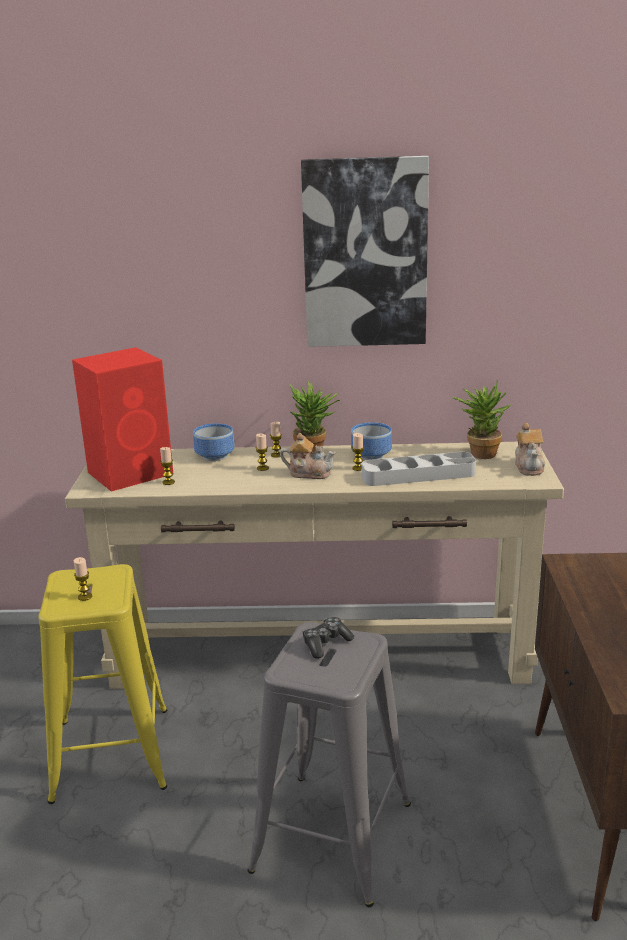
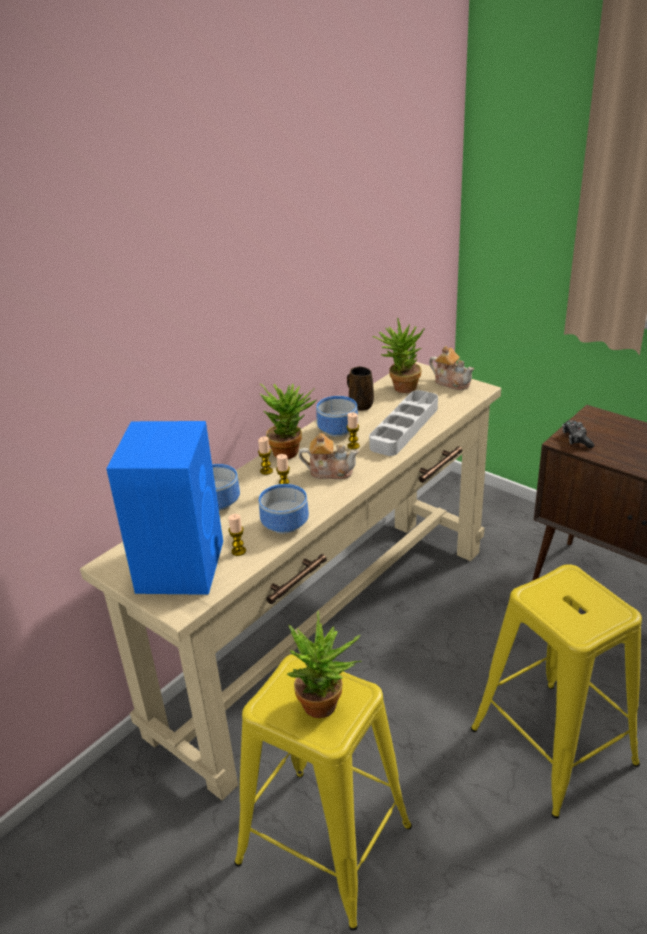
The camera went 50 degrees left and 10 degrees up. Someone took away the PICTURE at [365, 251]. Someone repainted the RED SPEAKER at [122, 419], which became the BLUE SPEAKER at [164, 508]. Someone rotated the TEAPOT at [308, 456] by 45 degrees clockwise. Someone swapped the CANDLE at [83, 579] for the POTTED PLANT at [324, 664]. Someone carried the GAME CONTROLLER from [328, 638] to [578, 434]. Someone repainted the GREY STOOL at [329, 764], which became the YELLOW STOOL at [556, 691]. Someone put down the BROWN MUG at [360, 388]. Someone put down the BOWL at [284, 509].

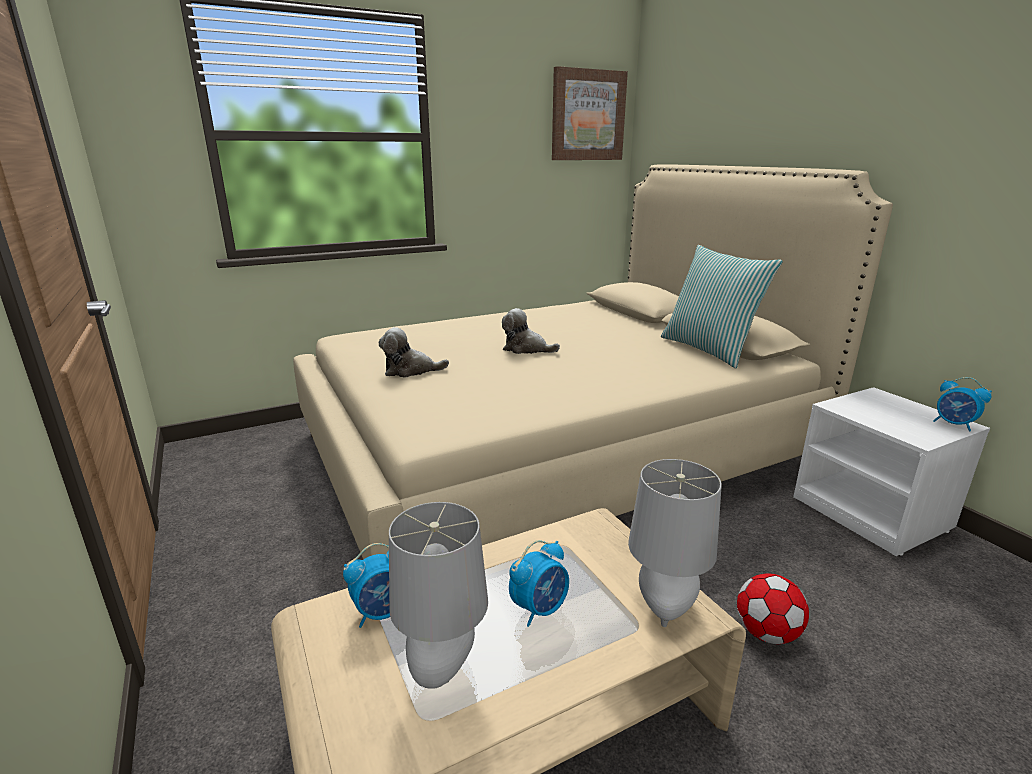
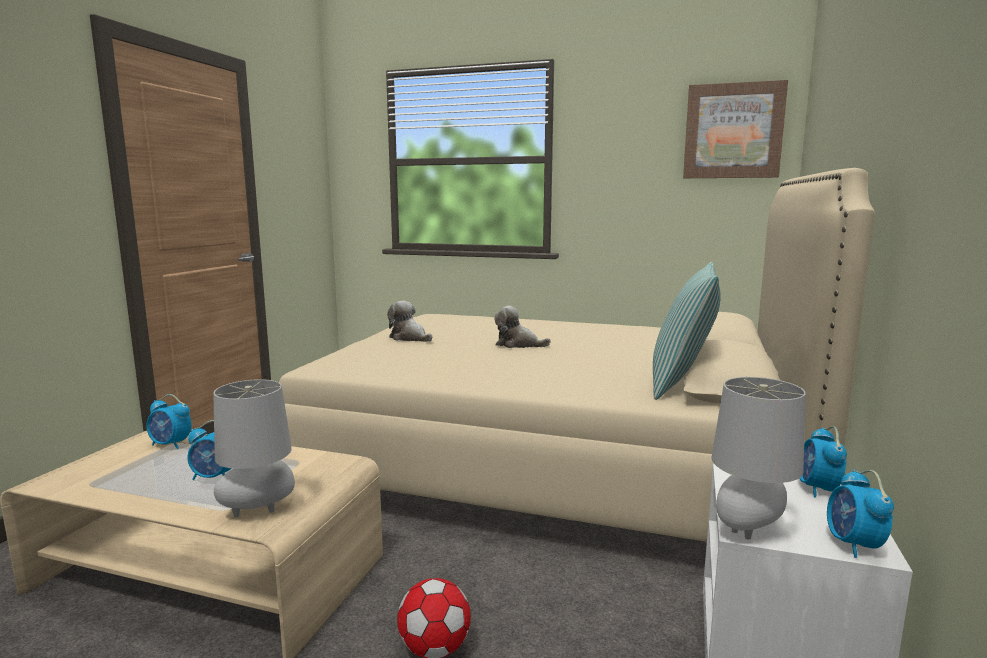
The camera went 45 degrees right and 10 degrees down. Someone rotated the PLUSH TOY at [531, 331] by 45 degrees counterclockwise. Someone carried the GREY TABLE LAMP from [438, 595] to [758, 458]. Someone put down the ALARM CLOCK at [823, 461].

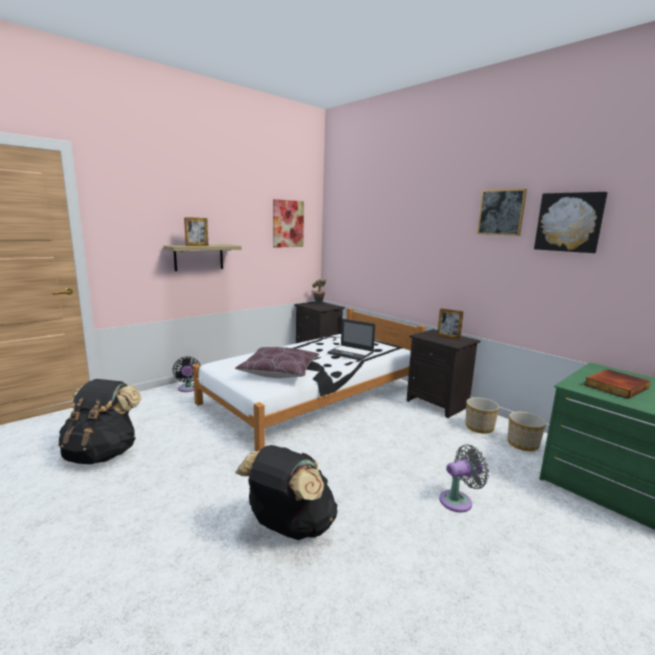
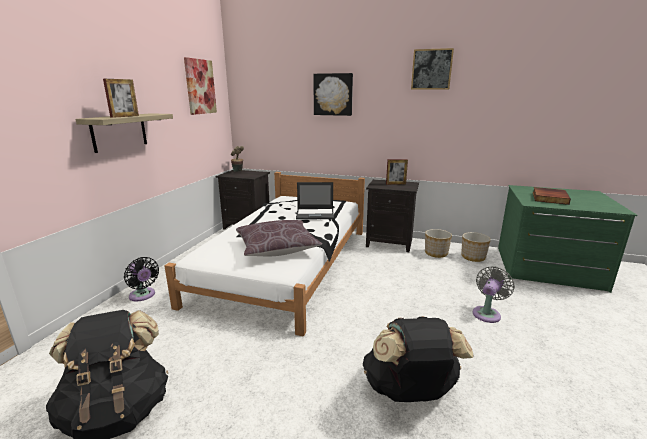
The camera went 30 degrees left and 5 degrees up. Someone carried the PICTURE from [571, 222] to [333, 94].

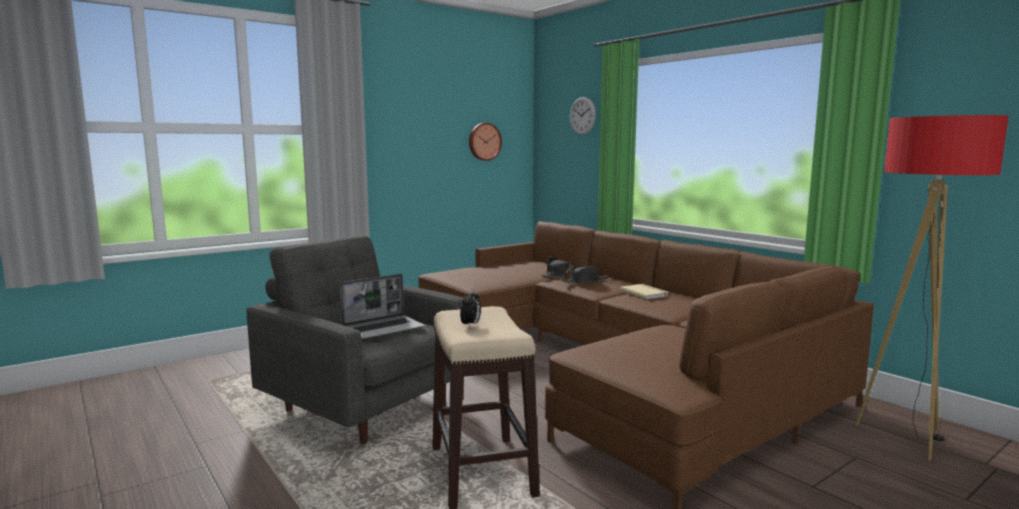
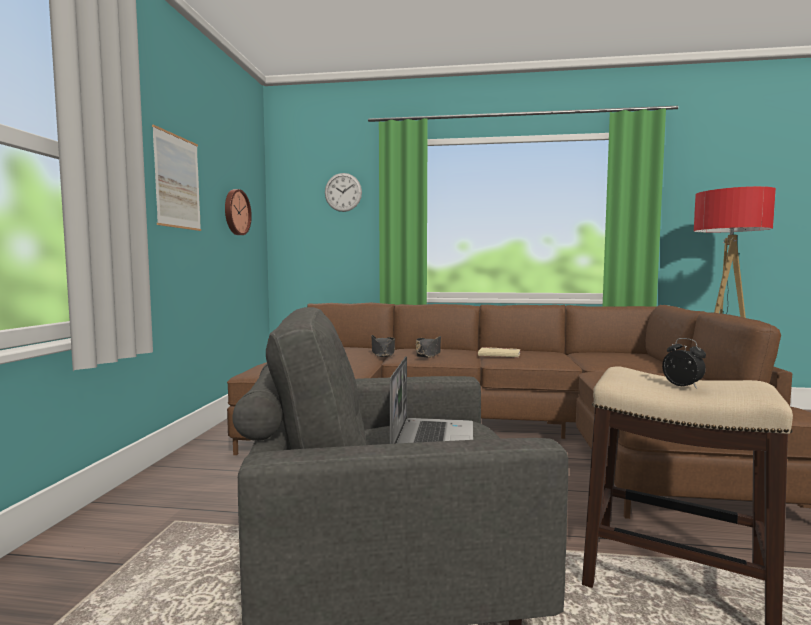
The camera went 45 degrees left and 5 degrees down. Someone put up the PICTURE at [176, 178].

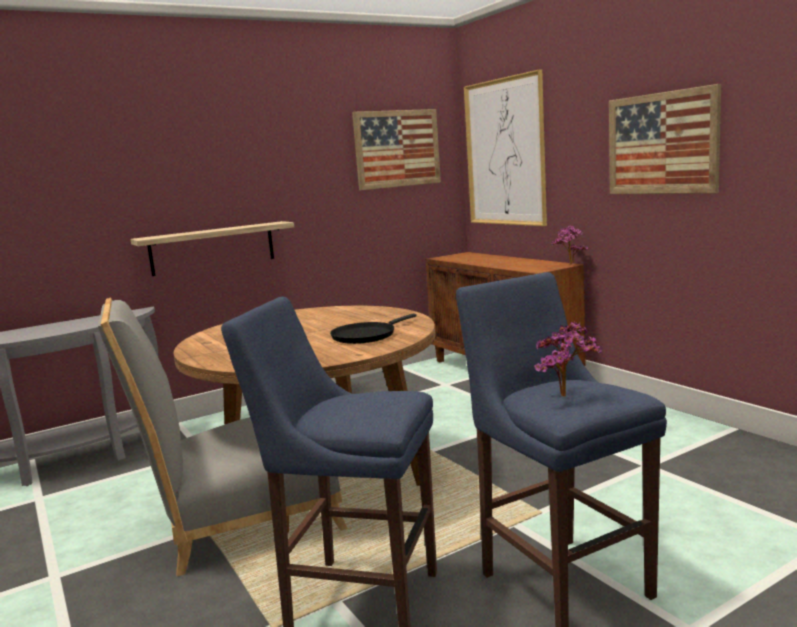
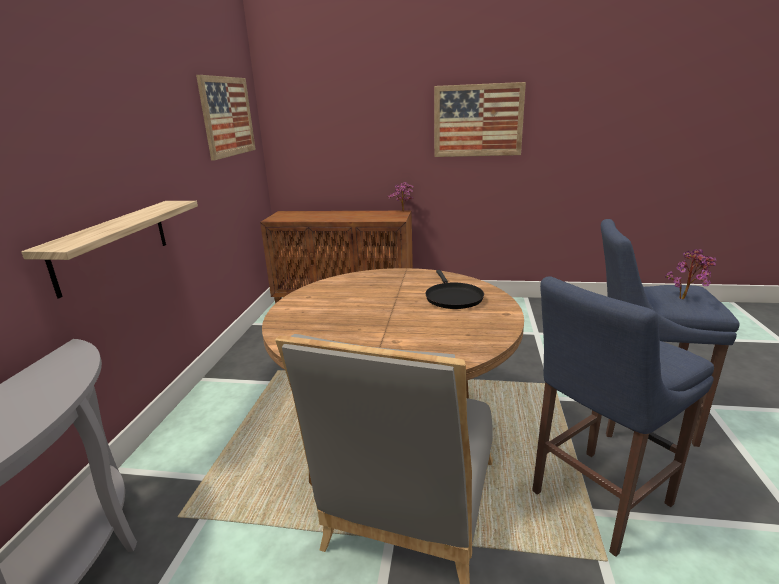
The camera went 50 degrees left and 10 degrees up. Someone took away the PICTURE at [505, 147].

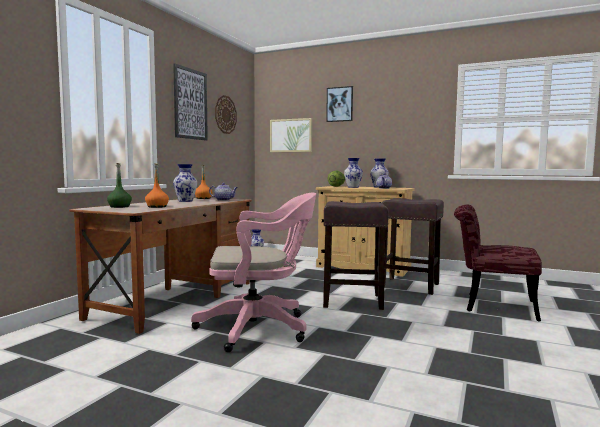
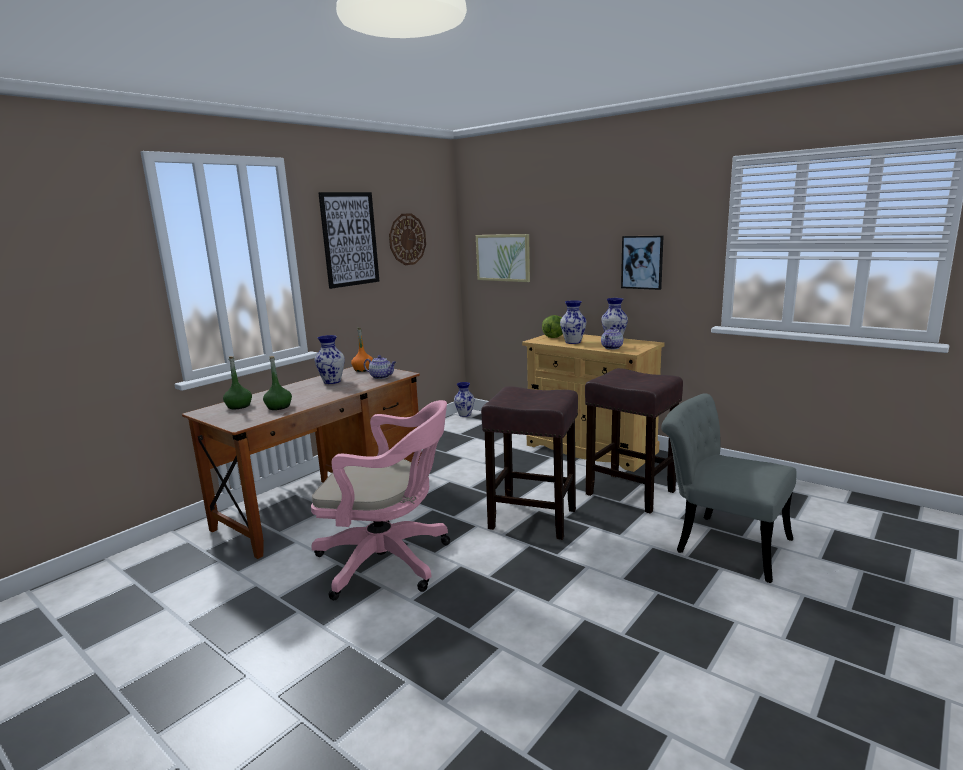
The camera went 15 degrees right and 10 degrees up. Someone carried the PICTURE from [339, 104] to [642, 263]. Someone repainted the ORANGE BOTTLE at [157, 185], which became the GREEN BOTTLE at [277, 383]. Someone repainted the RED CHAIR at [498, 262], which became the GREY CHAIR at [729, 488].

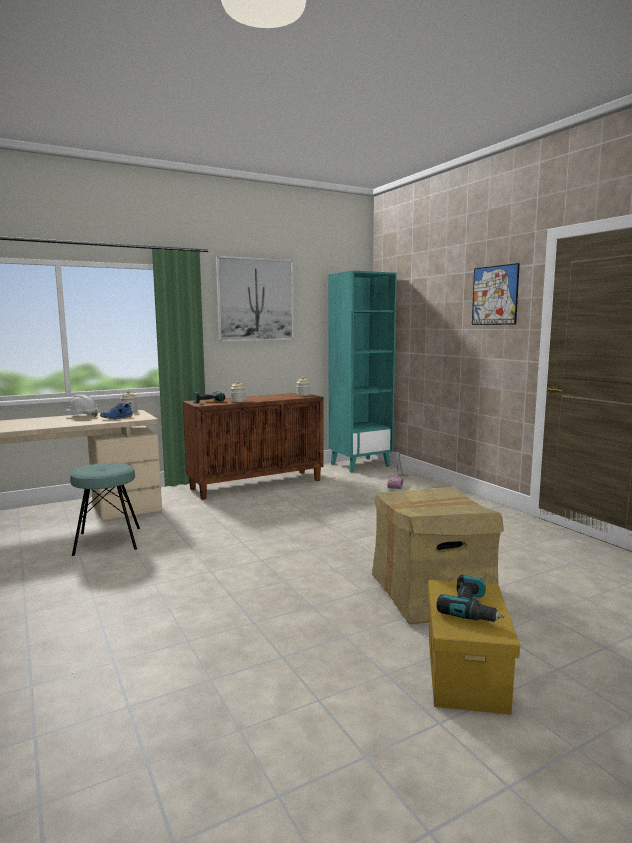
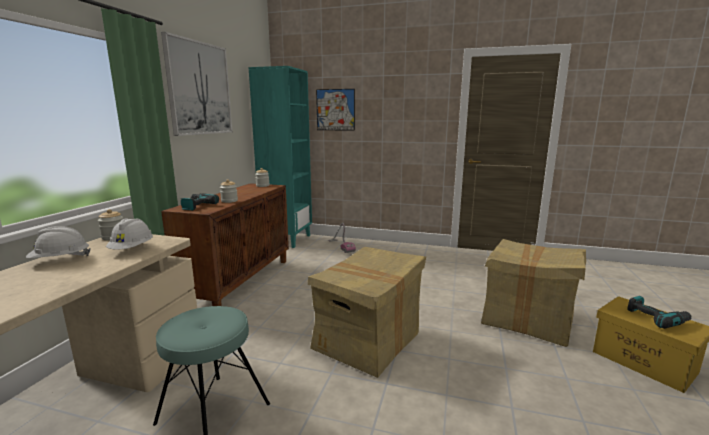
The camera went 45 degrees left and 5 degrees up. Someone carried the PICTURE from [496, 294] to [335, 110]. Someone swapped the BLUE SHOE at [116, 410] for the WHITE HARD HAT at [129, 234]. Someone put down the CARDBOARD BOX at [367, 312].

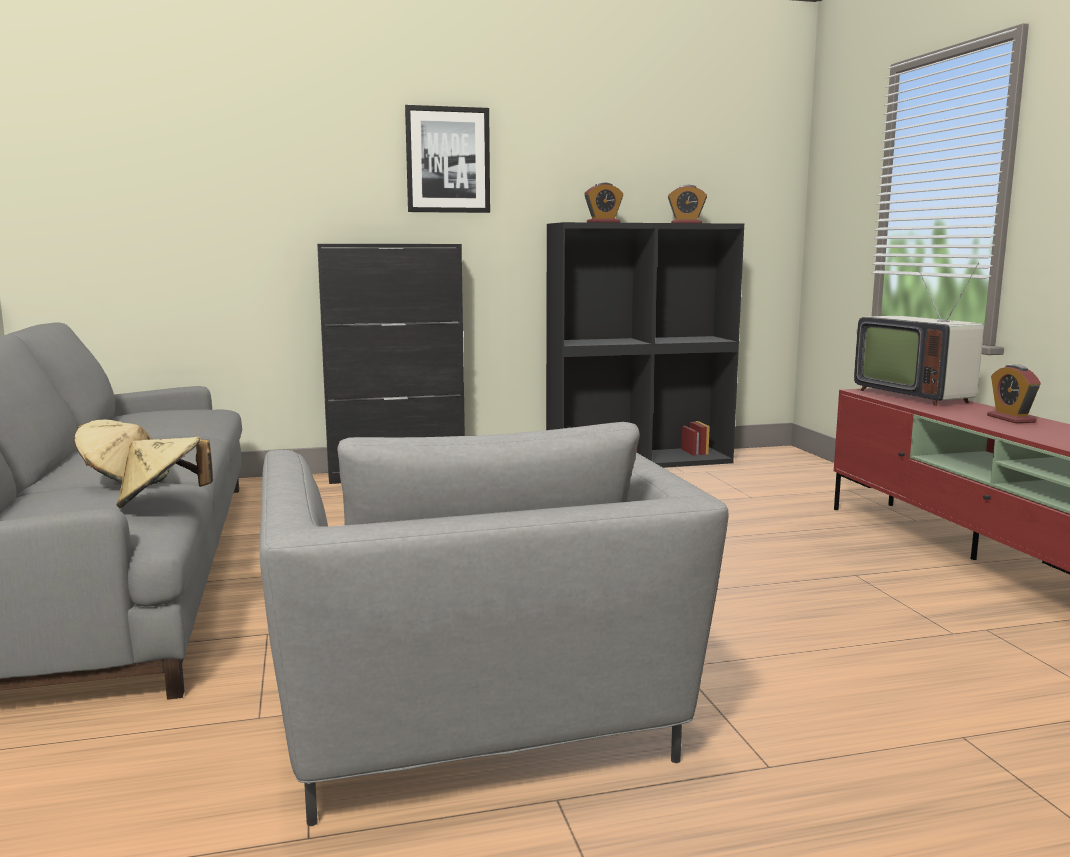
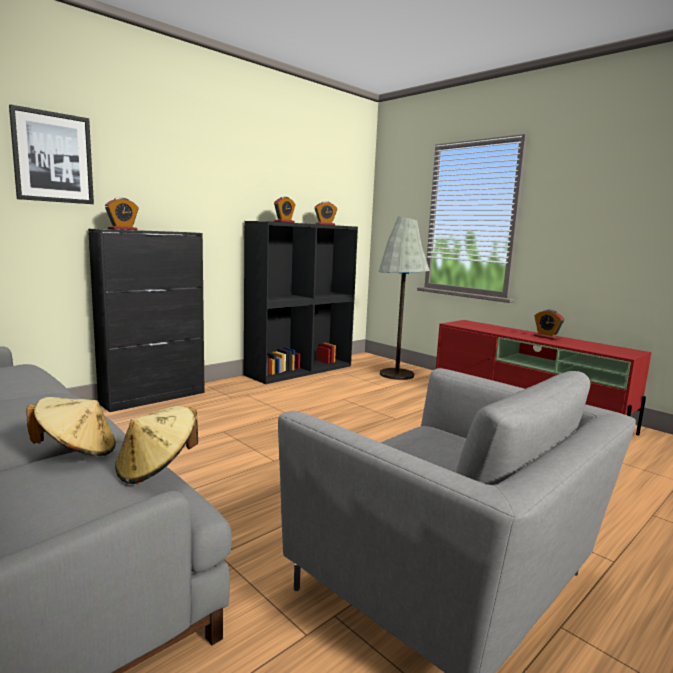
The camera went 30 degrees left and 0 degrees up. Someone carried the PICTURE from [447, 159] to [51, 154]. Someone took away the TELEVISION at [919, 334]. Someone put down the ALARM CLOCK at [121, 214]. Someone put down the GREY FLOOR LAMP at [404, 298].

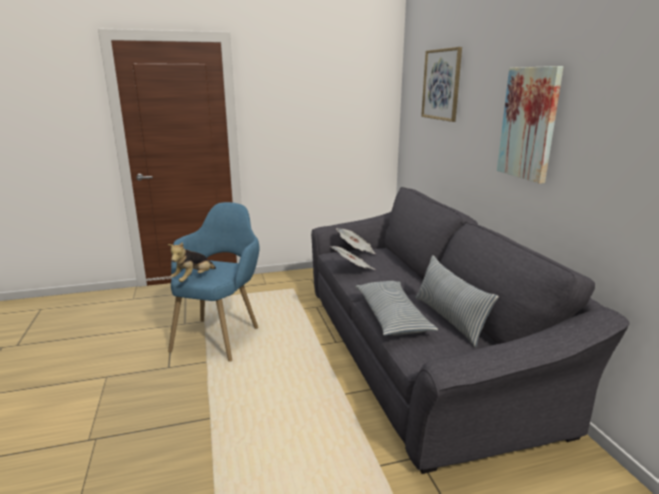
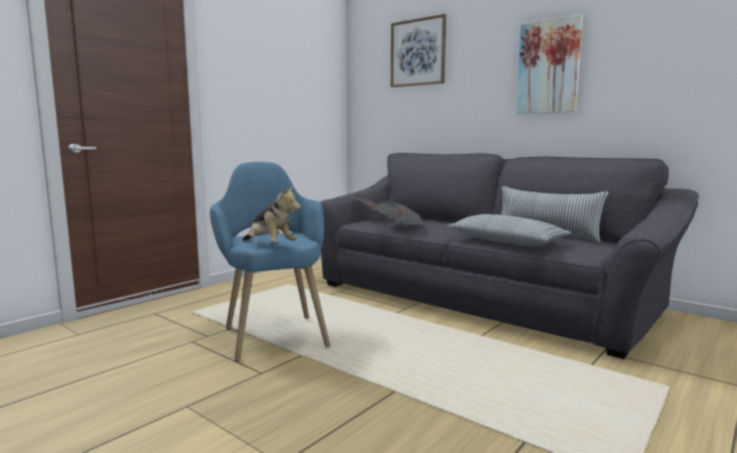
The camera went 35 degrees left and 10 degrees down. Someone rotated the PLUSH TOY at [192, 262] by 45 degrees counterclockwise.

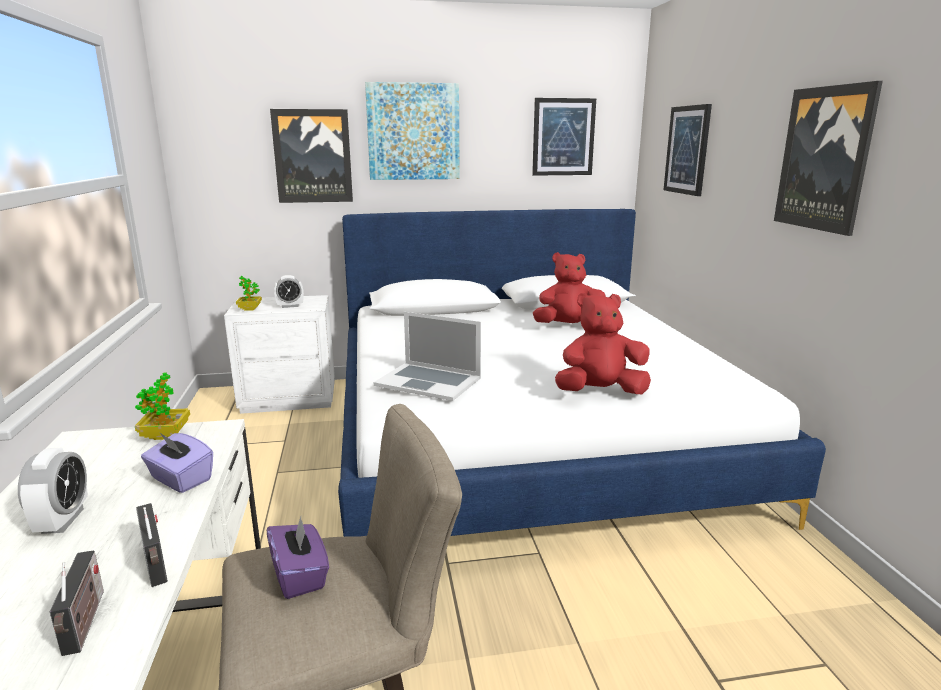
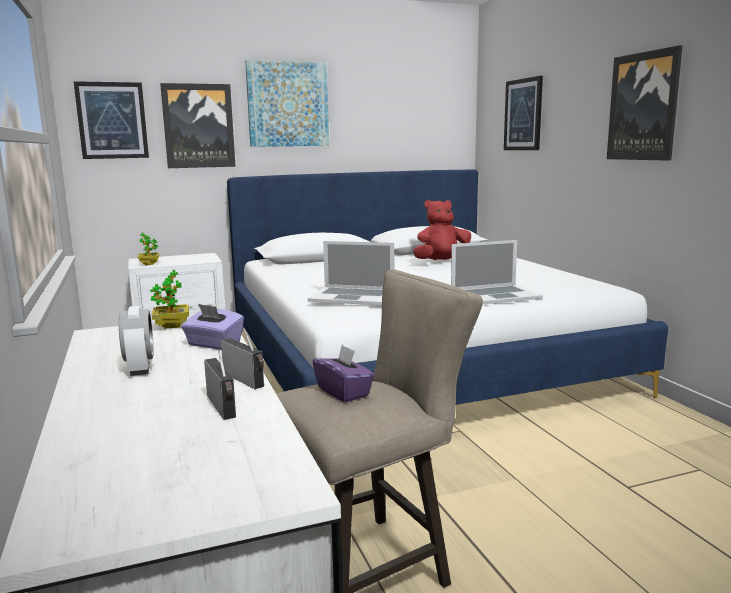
The camera went 10 degrees left and 5 degrees down. Someone carried the PICTURE from [564, 137] to [111, 120]. Someone took away the ALARM CLOCK at [289, 291]. Someone swapped the RED PLUSH TOY at [603, 343] for the LAPTOP at [497, 272].

